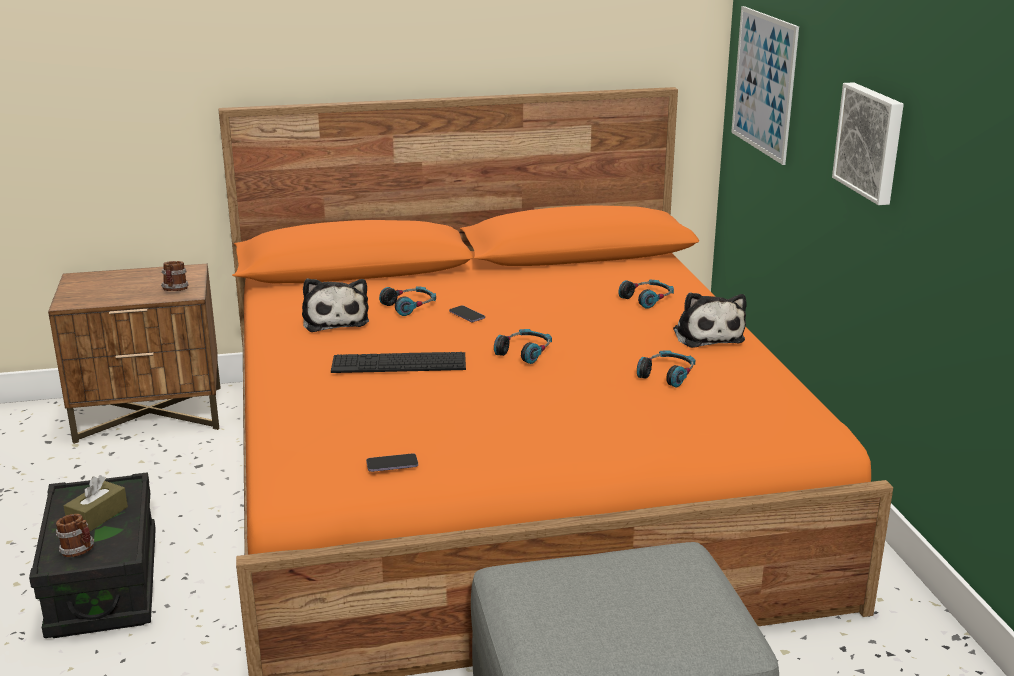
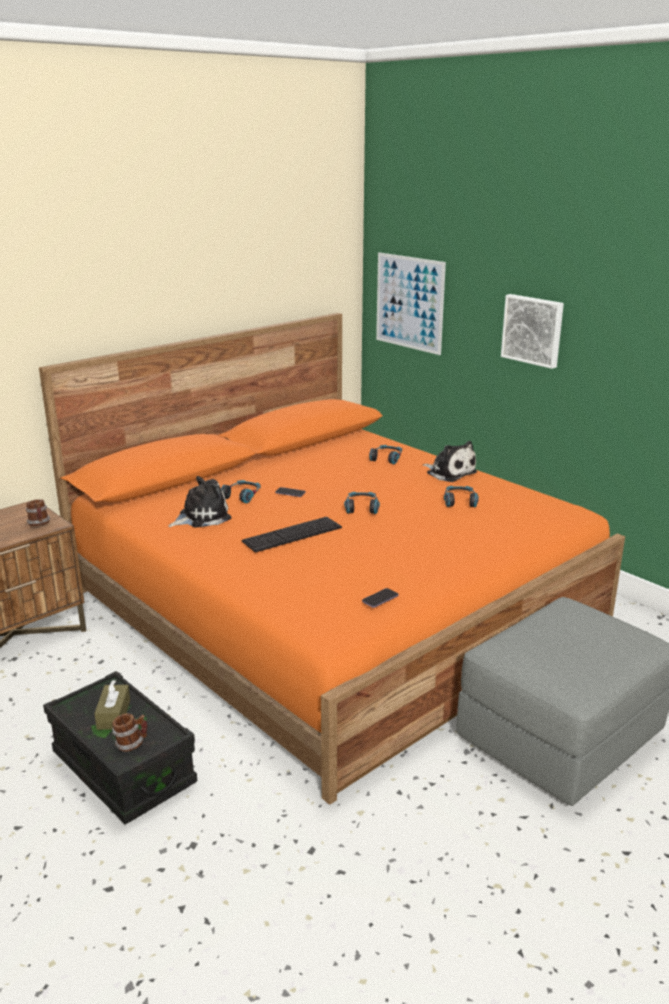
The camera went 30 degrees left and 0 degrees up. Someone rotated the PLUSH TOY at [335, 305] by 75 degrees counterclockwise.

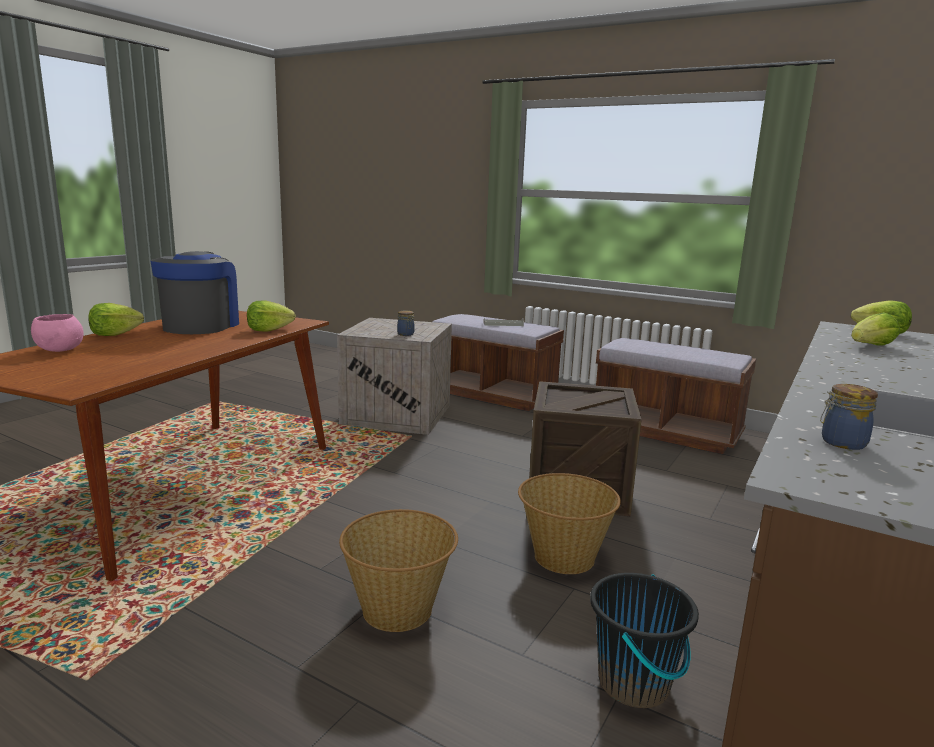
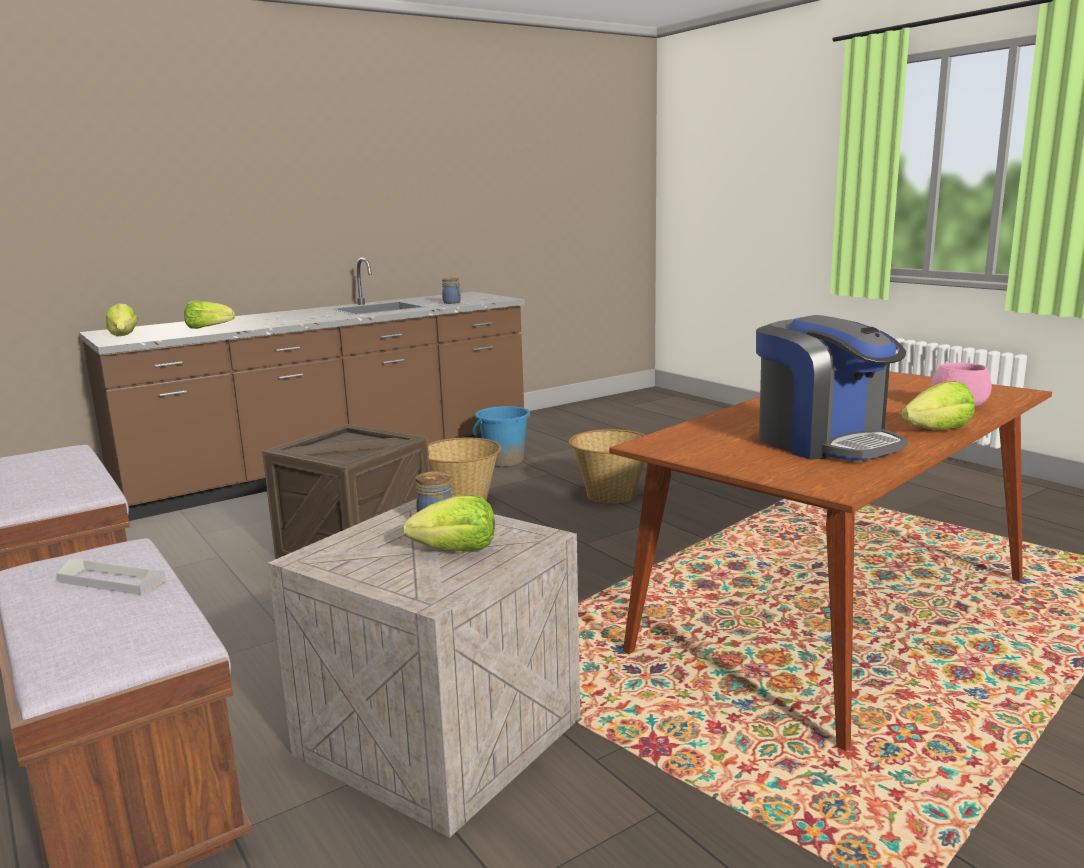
The camera went 155 degrees left and 0 degrees up. Someone rotated the COFFEE MACHINE at [194, 292] by 60 degrees counterclockwise. Someone carried the LETTUCE from [271, 316] to [449, 523]. Someone repainted the BLACK BUCKET at [644, 640], which became the BLUE BUCKET at [501, 436].

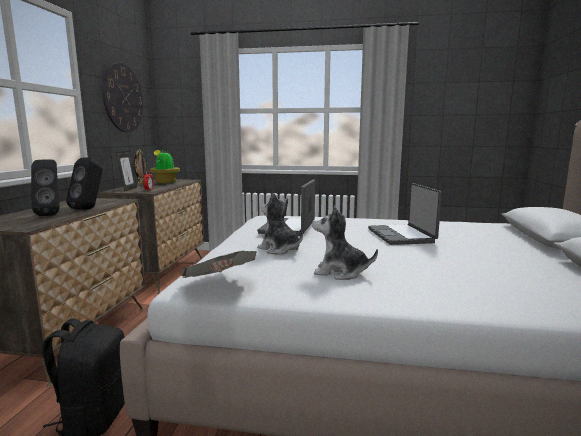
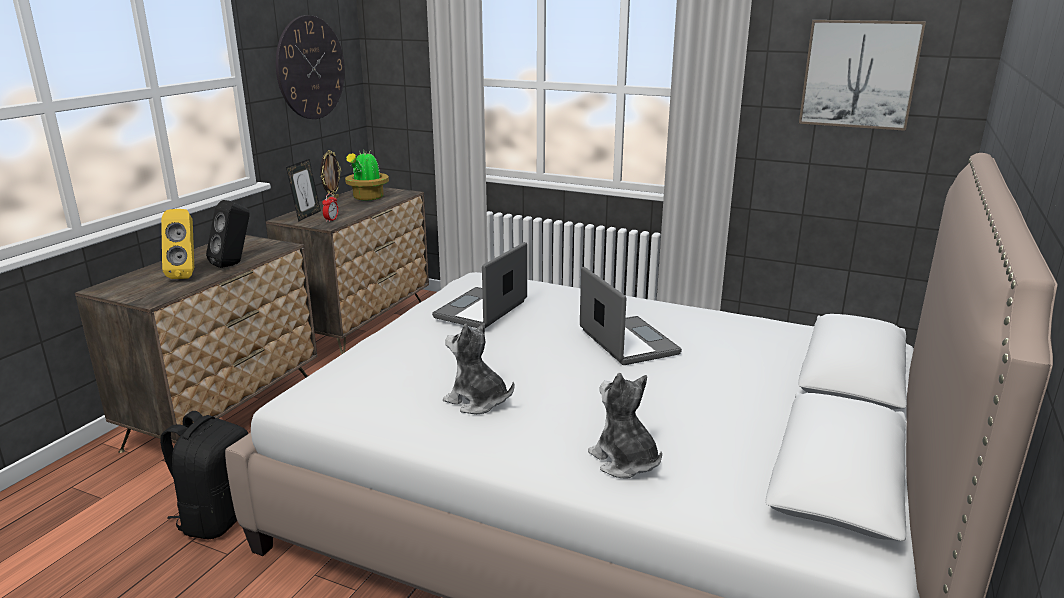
The camera went 15 degrees right and 10 degrees up. Someone repainted the BLACK SPEAKER at [45, 187], which became the YELLOW SPEAKER at [177, 244]. Someone rotated the LAPTOP at [405, 214] by 150 degrees clockwise. Someone carried the PLUSH TOY from [280, 224] to [625, 425]. Someone took away the NEWSPAPER at [219, 264]. Someone put up the PICTURE at [862, 75].

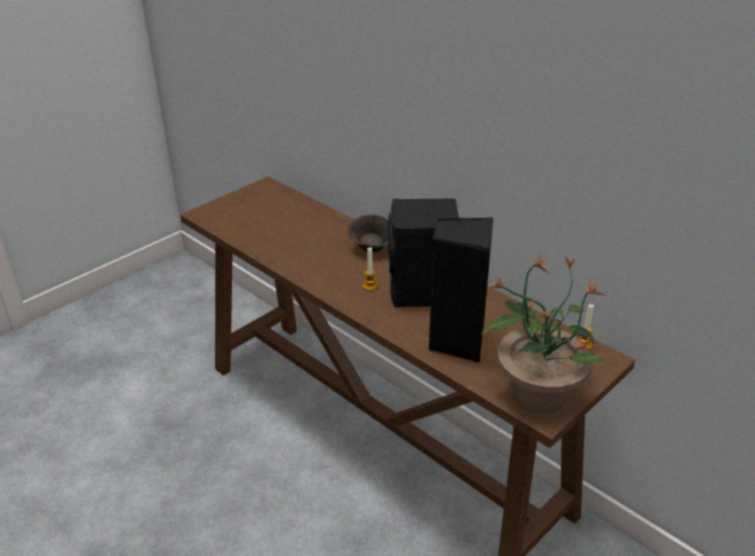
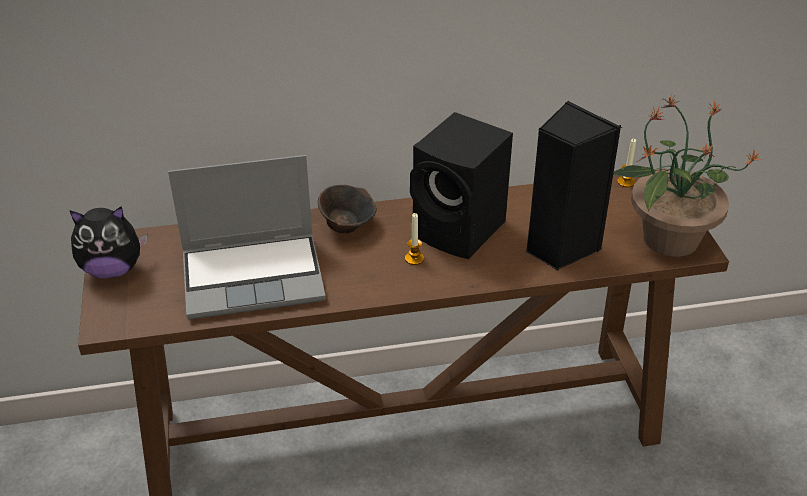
The camera went 55 degrees left and 5 degrees up. Someone put down the LAPTOP at [247, 237]. Someone put down the PLUSH TOY at [108, 242].

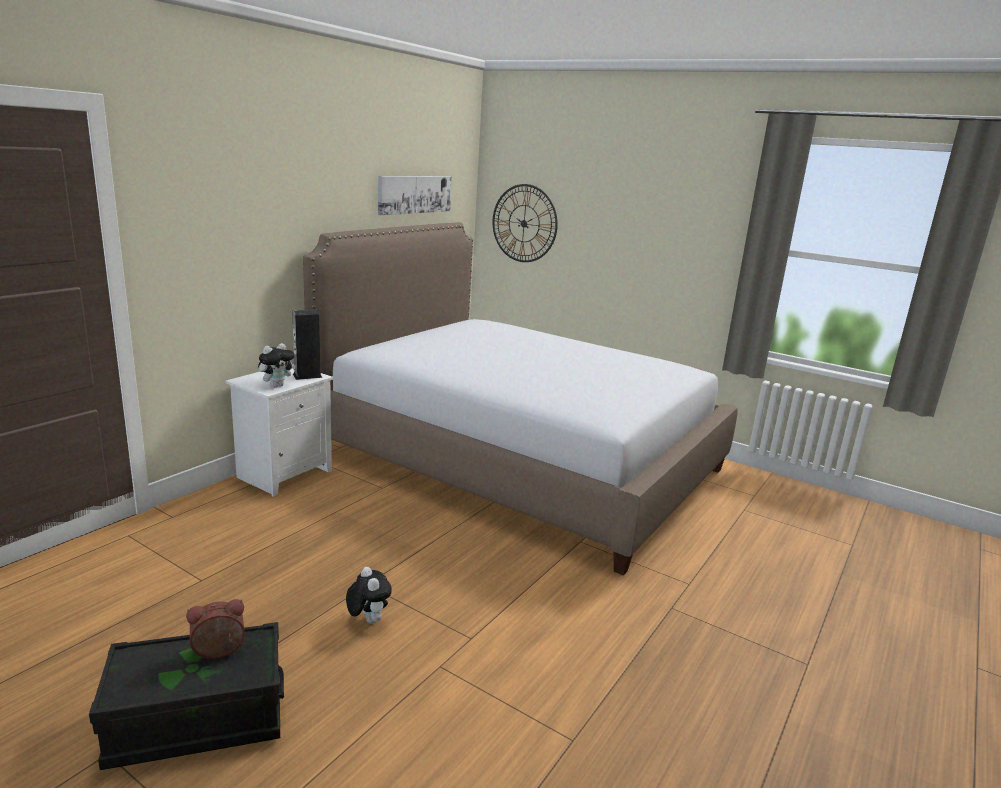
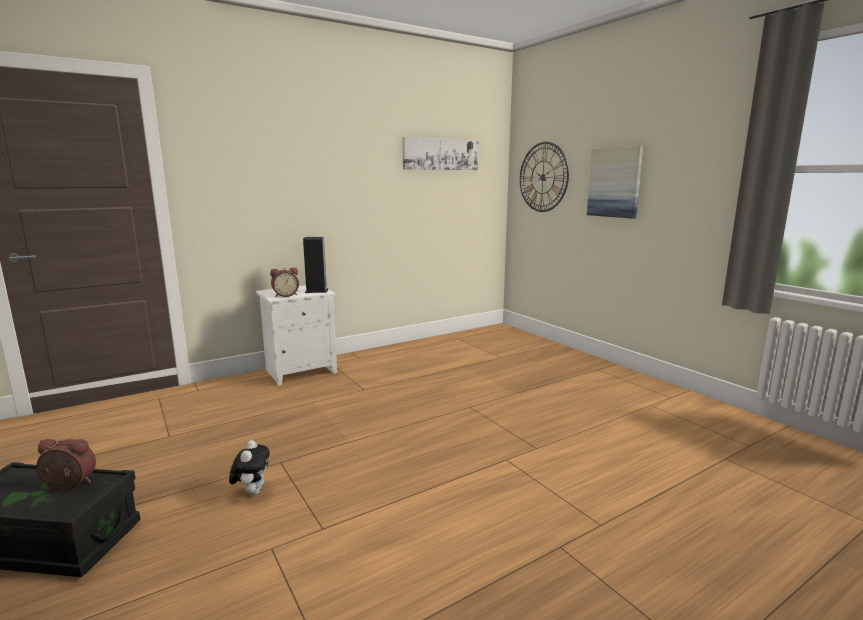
The camera went 25 degrees right and 5 degrees down. Someone took away the BED at [520, 398]. Someone swapped the PLUSH TOY at [277, 365] for the ALARM CLOCK at [284, 282]. Someone put up the PICTURE at [615, 182].

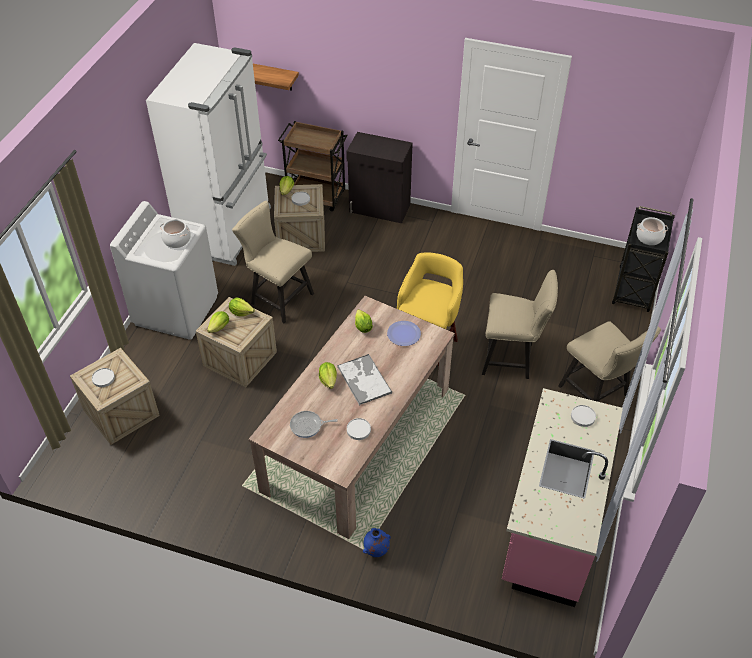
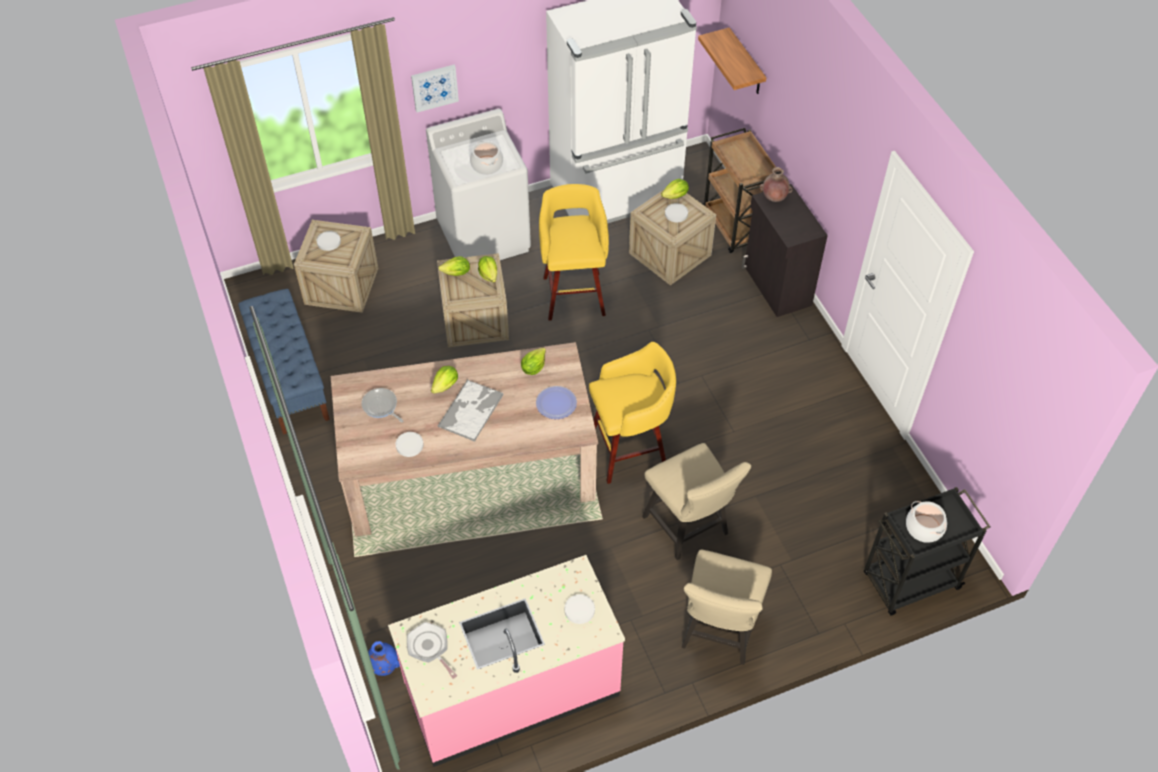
The camera went 50 degrees right and 5 degrees up. Someone swapped the BEIGE CHAIR at [273, 262] for the YELLOW STOOL at [574, 252]. Someone carried the BLUE VASE from [377, 542] to [384, 658]. Someone put up the PICTURE at [435, 89]. Someone put down the BROWN VASE at [776, 184]. Someone put down the BLUE BENCH at [284, 362]. Someone put down the FRYING PAN at [432, 650].

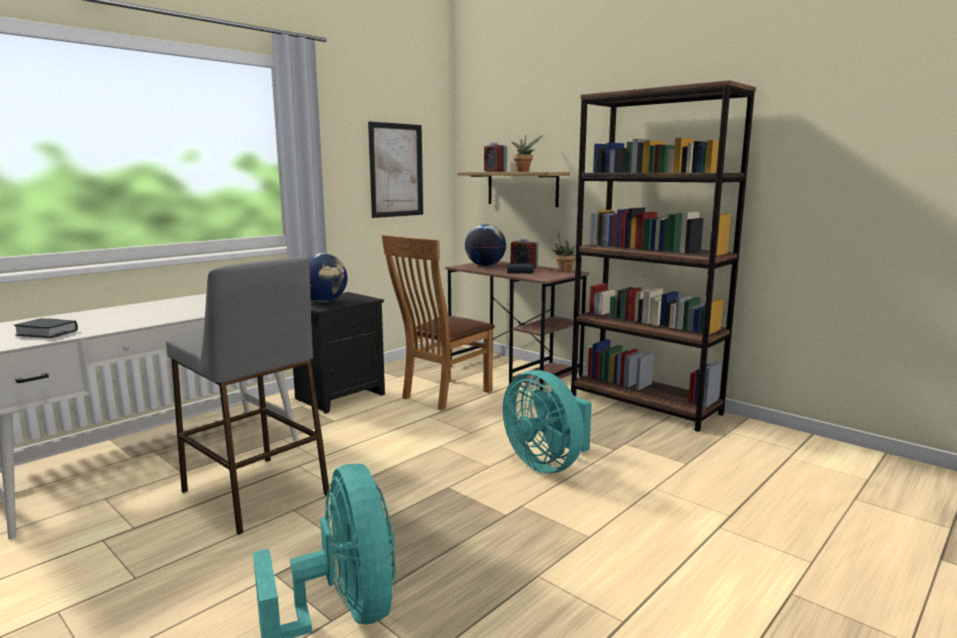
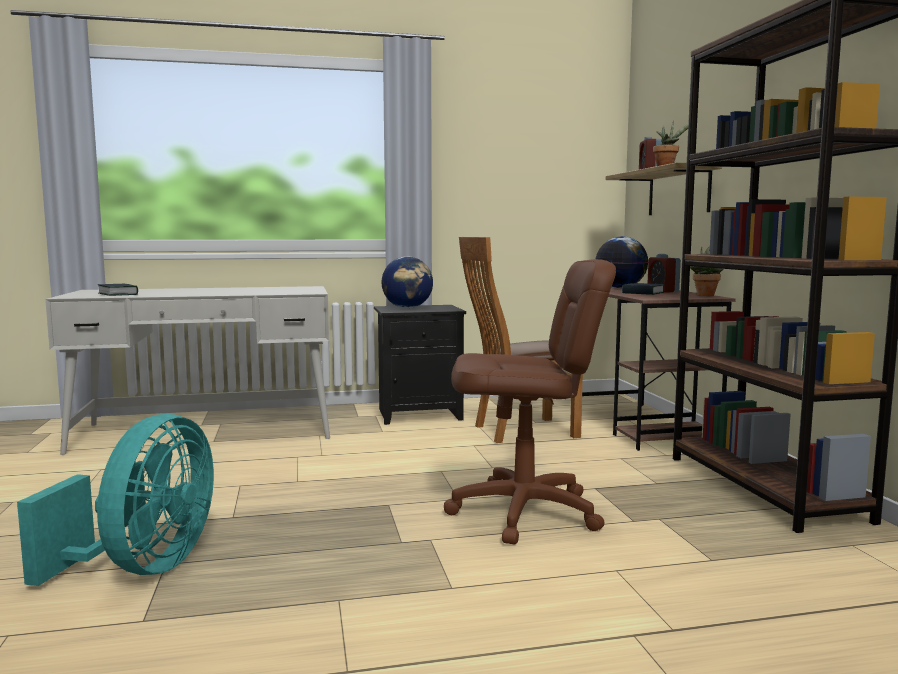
The camera went 35 degrees right and 5 degrees down. Someone took away the PICTURE at [395, 169]. Someone took away the GREY STOOL at [248, 396]. Someone swapped the TURQUOISE FAN at [547, 421] for the BROWN OFFICE CHAIR at [530, 402].

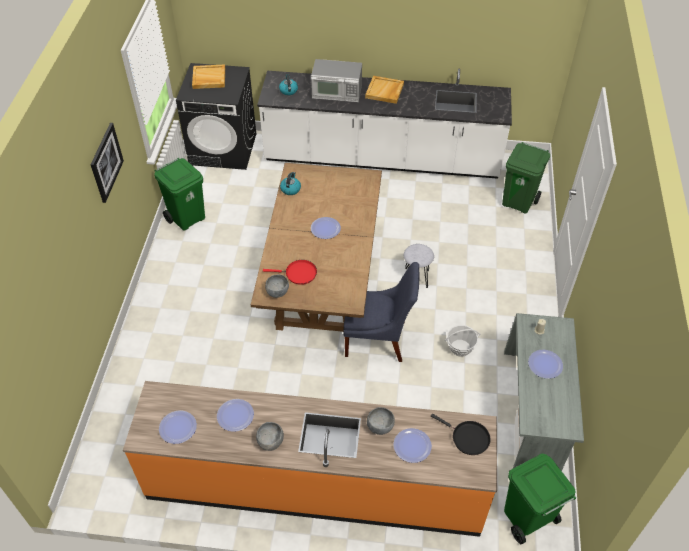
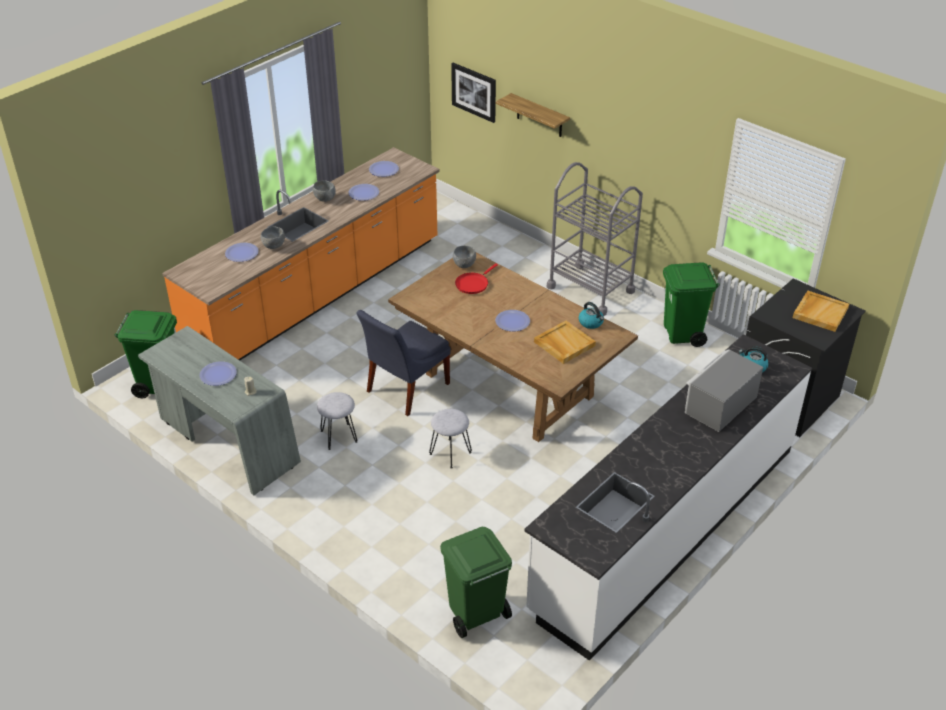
The camera went 125 degrees right and 10 degrees down. Someone carried the BEIGE TRAY from [384, 90] to [565, 342]. Someone carried the PICTURE from [107, 163] to [473, 93]. Someone swapped the BASKET at [462, 340] for the GREY STOOL at [337, 421]. Someone took away the BLACK FRYING PAN at [461, 434]. Someone put up the SHELF at [533, 115]. Someone put down the GREY CART at [595, 239].

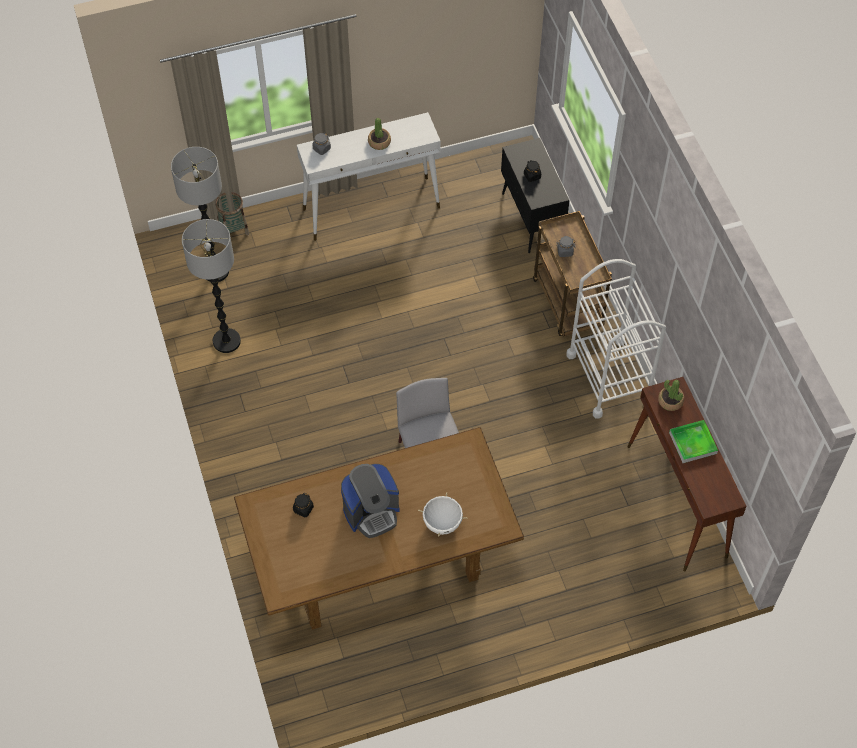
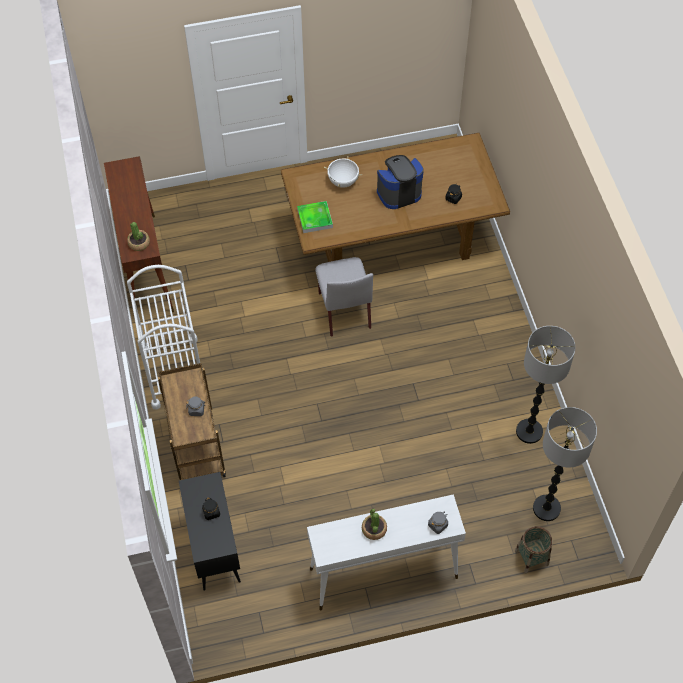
The camera went 175 degrees left and 0 degrees up. Someone carried the TRAY from [693, 441] to [315, 217].

